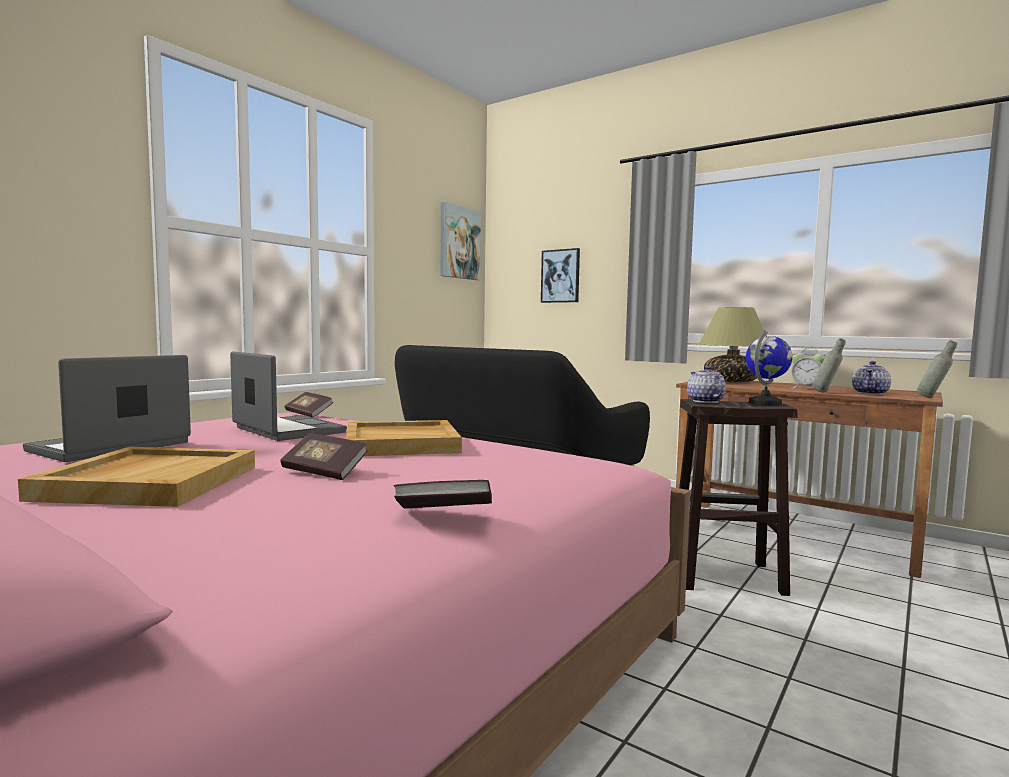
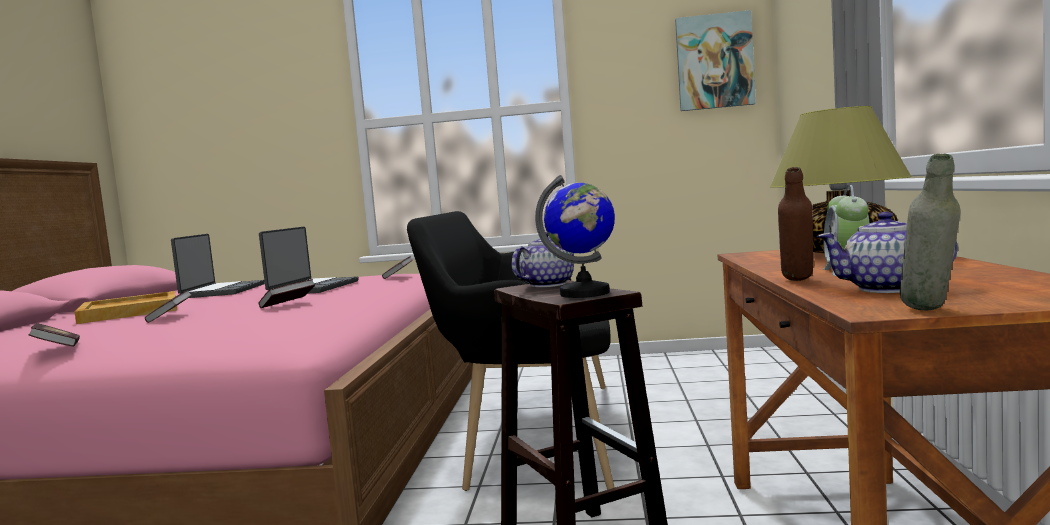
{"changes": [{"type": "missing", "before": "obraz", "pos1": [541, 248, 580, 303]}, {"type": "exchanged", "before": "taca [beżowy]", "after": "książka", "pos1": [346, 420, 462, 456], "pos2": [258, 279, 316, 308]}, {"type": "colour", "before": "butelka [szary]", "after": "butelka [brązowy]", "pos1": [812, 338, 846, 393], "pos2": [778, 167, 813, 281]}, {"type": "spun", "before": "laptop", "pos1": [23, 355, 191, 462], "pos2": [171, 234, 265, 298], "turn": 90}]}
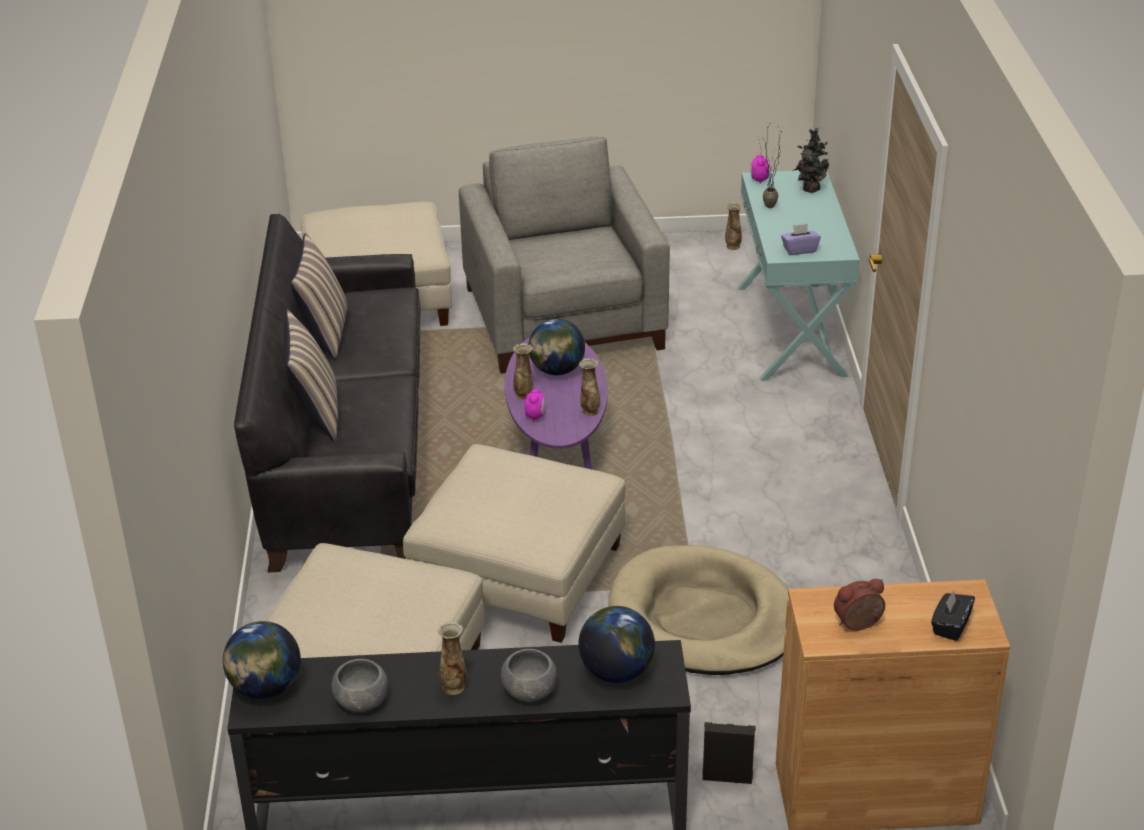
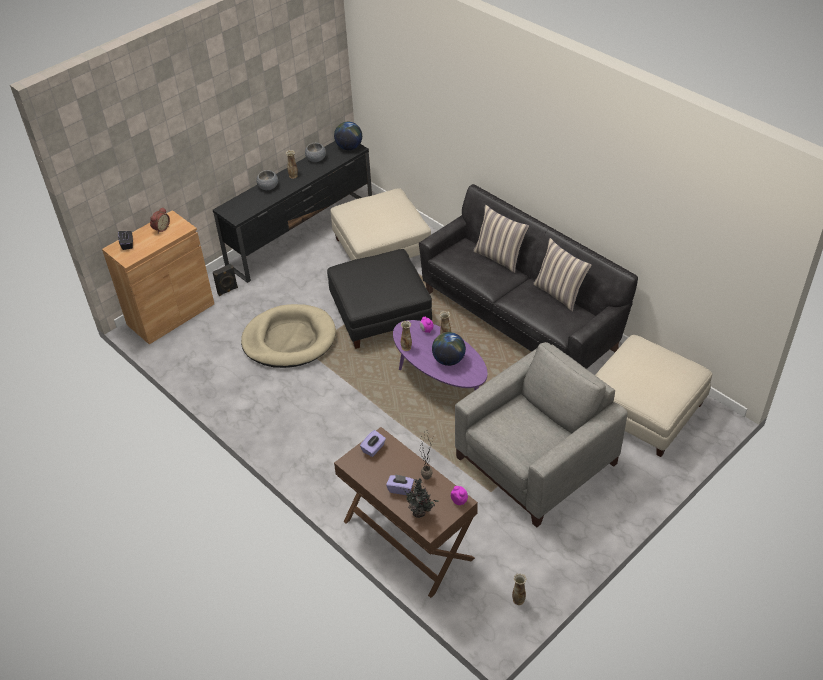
{"changes": [{"type": "missing", "before": "globus", "pos1": [578, 606, 655, 683]}, {"type": "appeared", "after": "pudełko chusteczek [fioletowy]", "pos2": [386, 474, 414, 495]}, {"type": "colour", "before": "pufa [beżowy]", "after": "pufa [czarny]", "pos1": [403, 444, 625, 643], "pos2": [327, 249, 432, 349]}, {"type": "colour", "before": "stolik konsolowy [turkusowy]", "after": "stolik konsolowy [brązowy]", "pos1": [737, 170, 860, 381], "pos2": [334, 427, 478, 598]}, {"type": "spun", "before": "fotel [szary]", "pos1": [459, 136, 670, 374], "pos2": [455, 342, 628, 528], "turn": -75}]}
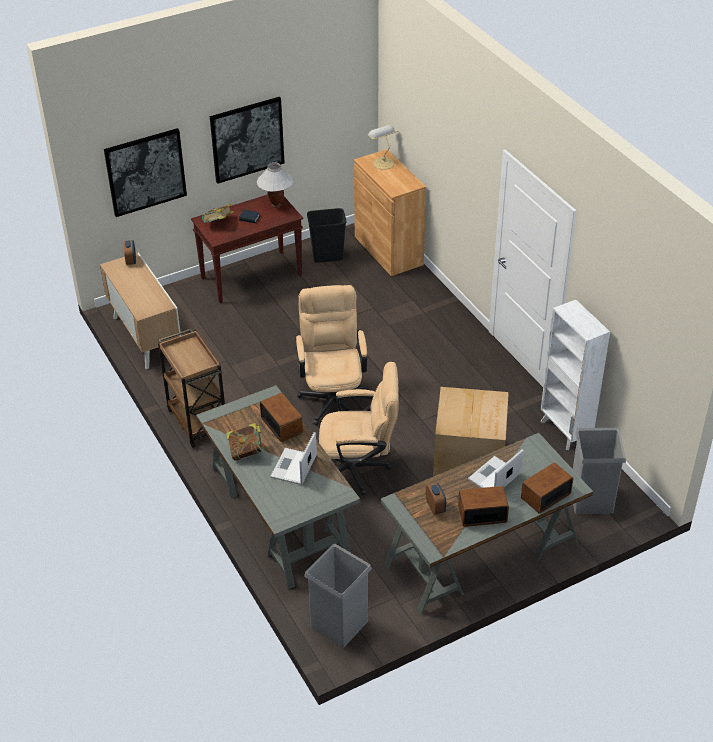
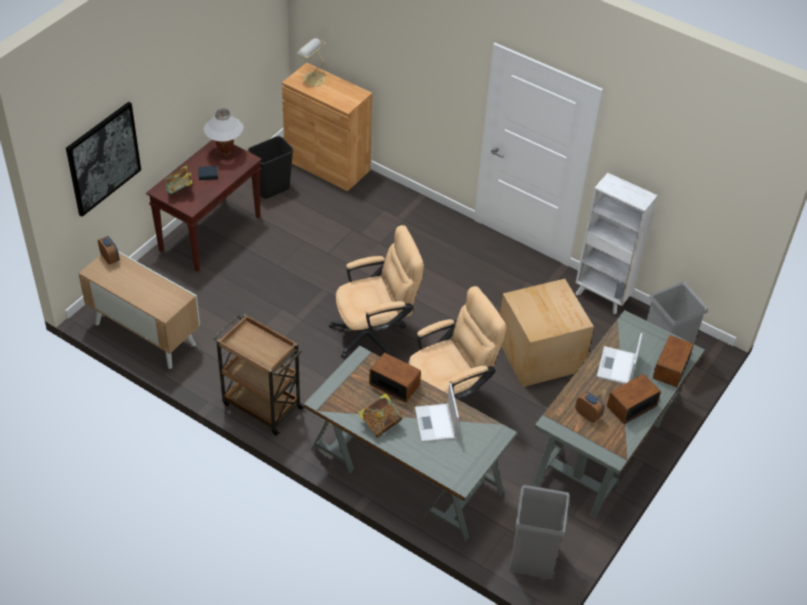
{"changes": [{"type": "missing", "before": "obraz", "pos1": [210, 97, 285, 184]}, {"type": "spun", "before": "krzesło biurowe [beżowy]", "pos1": [295, 285, 367, 426], "pos2": [329, 225, 424, 359], "turn": 105}]}
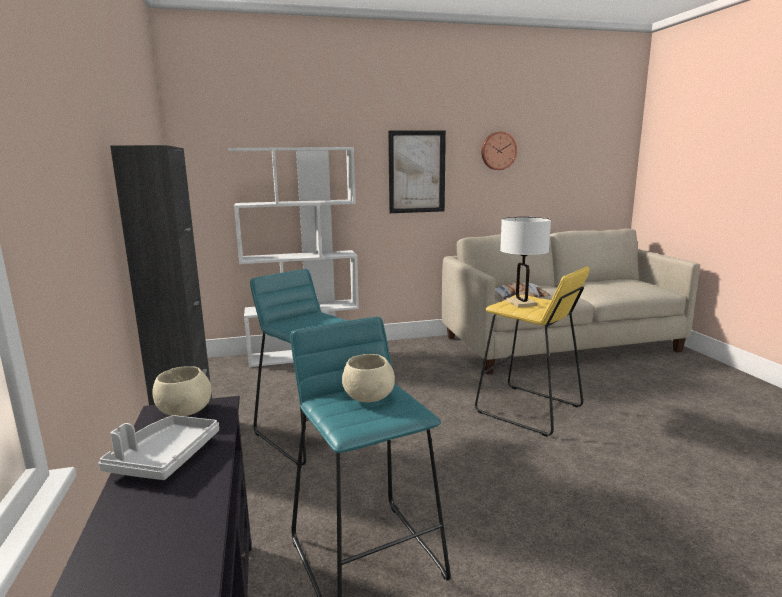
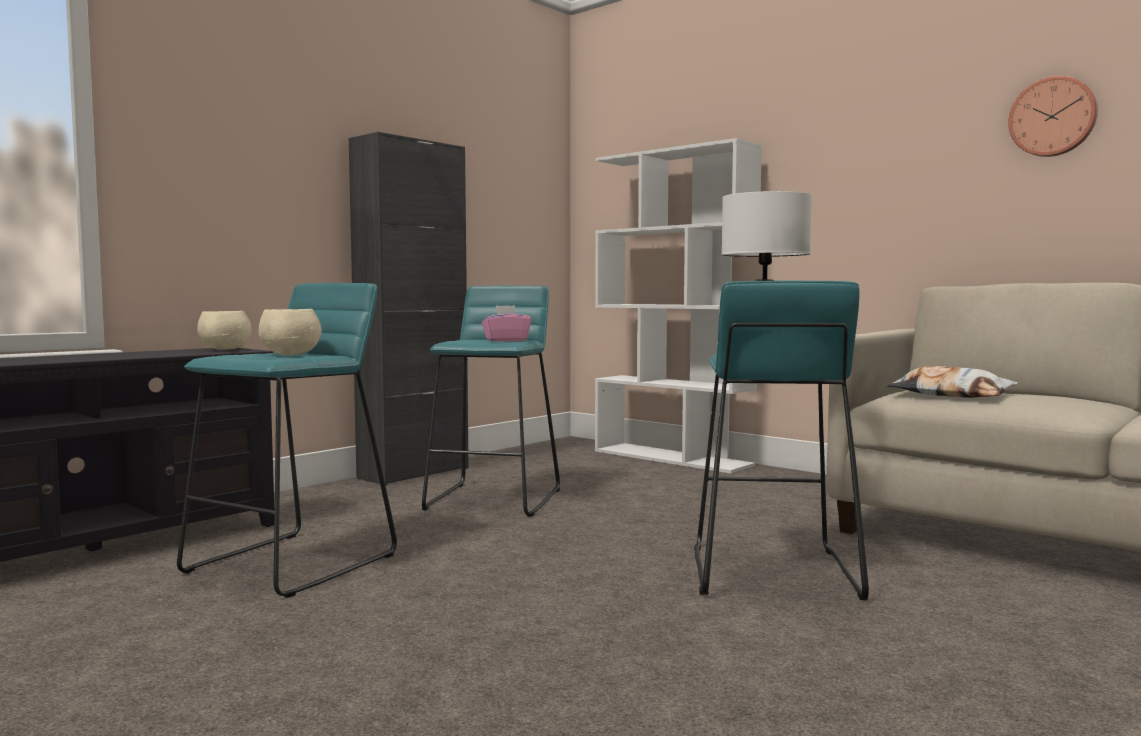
{"changes": [{"type": "missing", "before": "taca [szary]", "pos1": [98, 415, 219, 480]}, {"type": "missing", "before": "obraz", "pos1": [388, 130, 446, 213]}, {"type": "appeared", "after": "pudełko chusteczek [różowy]", "pos2": [482, 305, 532, 342]}, {"type": "colour", "before": "stołek [żółty]", "after": "stołek [turkusowy]", "pos1": [475, 267, 590, 437], "pos2": [694, 280, 869, 600]}]}
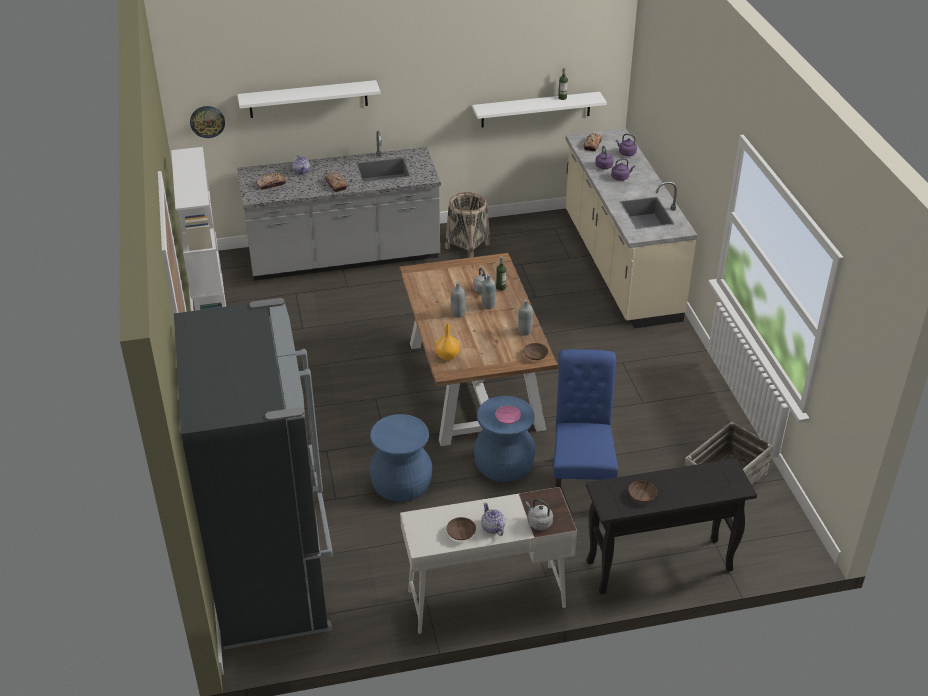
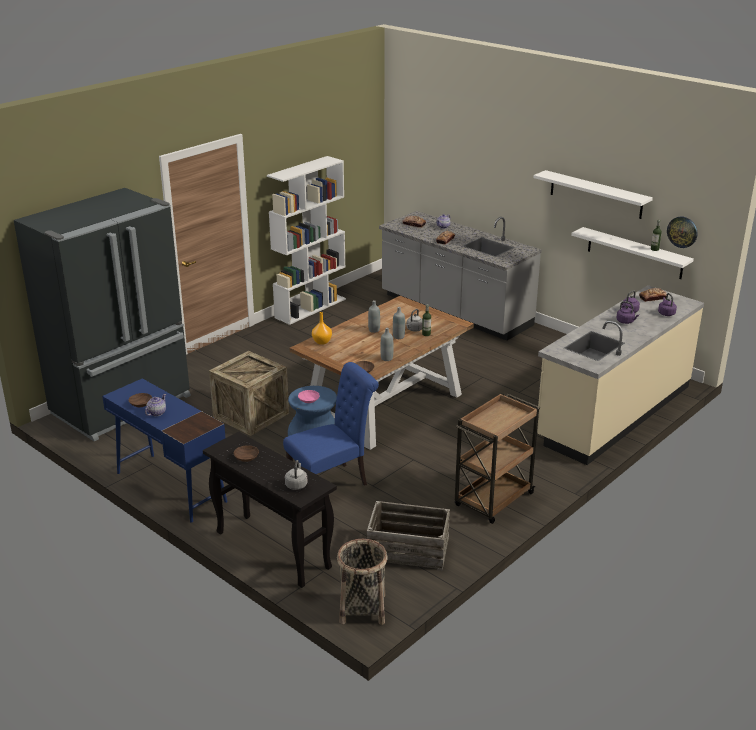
{"changes": [{"type": "appeared", "after": "wózek [brązowy]", "pos2": [455, 393, 540, 524]}, {"type": "relocated", "before": "zegar ścienny", "pos1": [190, 106, 225, 138], "pos2": [667, 217, 697, 248]}, {"type": "relocated", "before": "półka [biały]", "pos1": [237, 80, 380, 118], "pos2": [533, 170, 653, 219]}, {"type": "relocated", "before": "koszyk", "pos1": [445, 192, 490, 258], "pos2": [337, 539, 388, 625]}, {"type": "relocated", "before": "czajnik [szary]", "pos1": [525, 499, 553, 530], "pos2": [285, 460, 308, 490]}, {"type": "exchanged", "before": "stołek [niebieski]", "after": "skrzynka", "pos1": [370, 414, 432, 502], "pos2": [209, 351, 289, 436]}, {"type": "colour", "before": "biurko [biały]", "after": "biurko [niebieski]", "pos1": [400, 487, 577, 634], "pos2": [102, 378, 227, 522]}]}
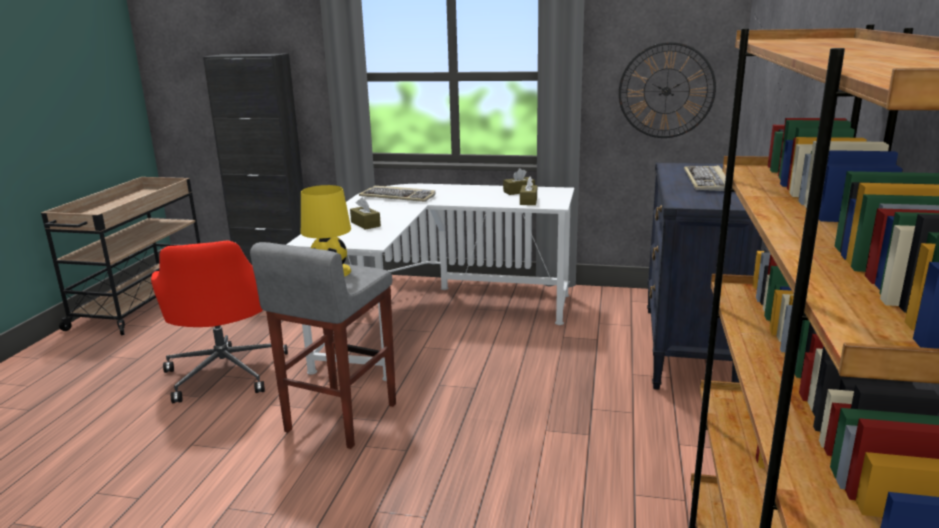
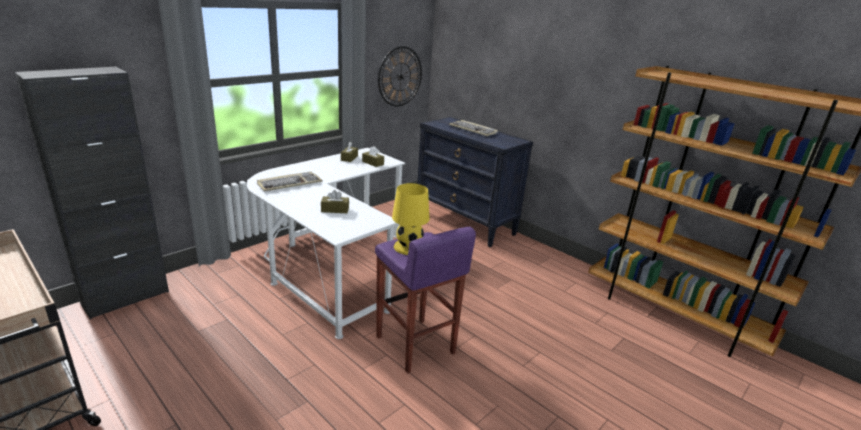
{"changes": [{"type": "missing", "before": "krzesło biurowe [czerwony]", "pos1": [151, 240, 288, 403]}, {"type": "colour", "before": "stołek [szary]", "after": "stołek [fioletowy]", "pos1": [250, 242, 396, 449], "pos2": [375, 227, 476, 373]}]}
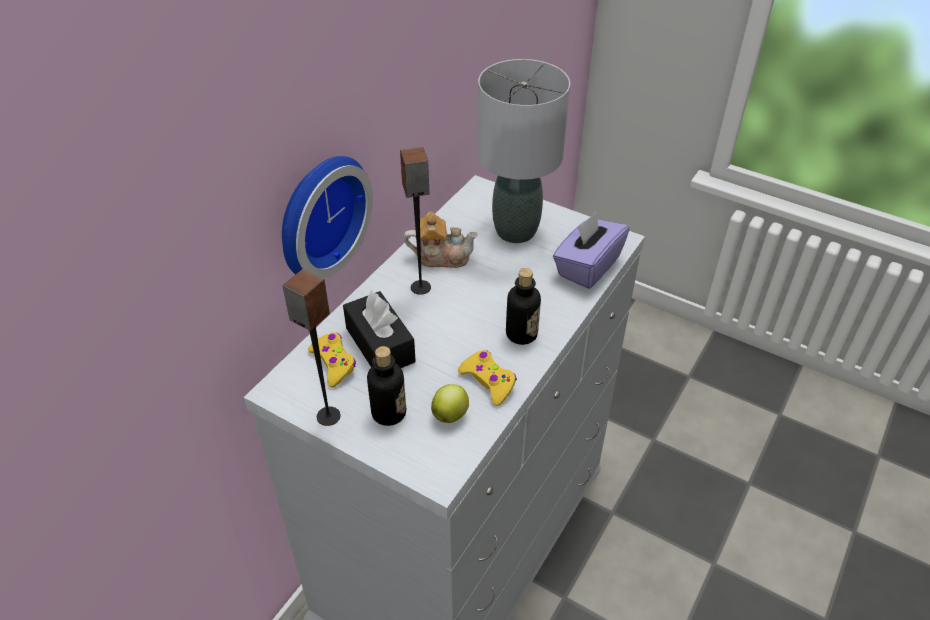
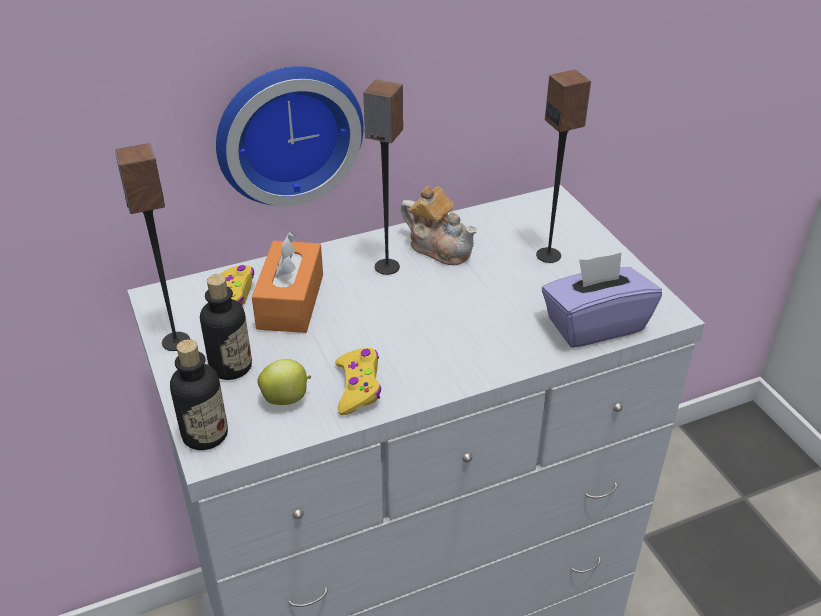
{"changes": [{"type": "relocated", "before": "butelka", "pos1": [506, 268, 541, 345], "pos2": [170, 339, 228, 450]}, {"type": "exchanged", "before": "lampa stołowa [szary]", "after": "głośnik", "pos1": [477, 59, 570, 243], "pos2": [536, 70, 591, 263]}, {"type": "colour", "before": "pudełko chusteczek [czarny]", "after": "pudełko chusteczek [pomarańczowy]", "pos1": [343, 291, 416, 368], "pos2": [252, 231, 323, 333]}]}
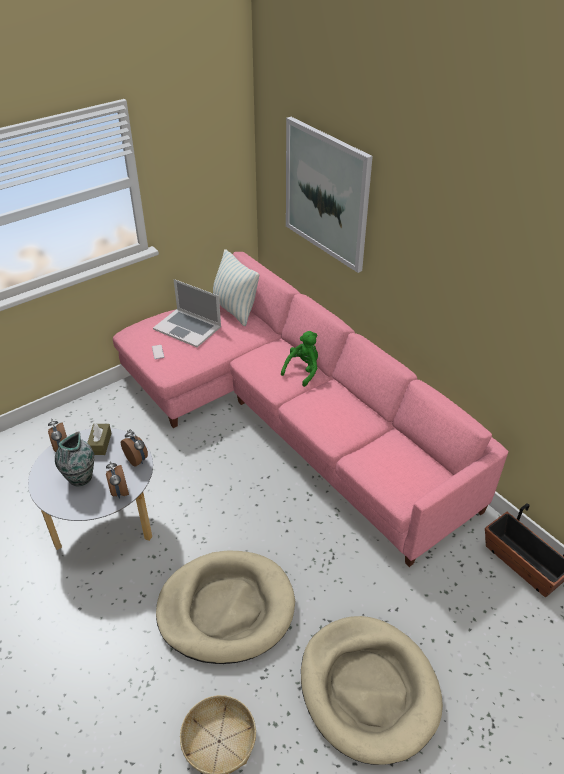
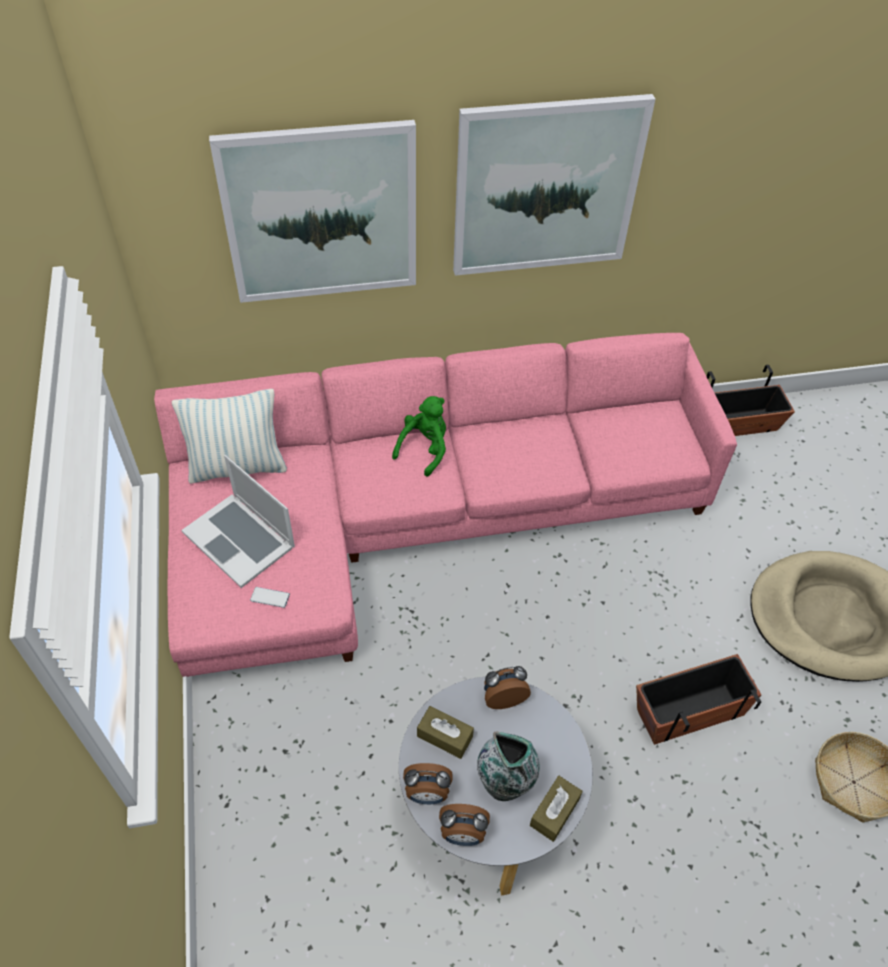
{"changes": [{"type": "appeared", "after": "obraz", "pos2": [453, 94, 656, 276]}, {"type": "appeared", "after": "pudełko chusteczek [brązowy]", "pos2": [530, 776, 583, 842]}, {"type": "relocated", "before": "budzik", "pos1": [106, 461, 129, 499], "pos2": [439, 804, 490, 846]}, {"type": "exchanged", "before": "legowisko [beżowy]", "after": "donica", "pos1": [156, 550, 295, 664], "pos2": [636, 654, 761, 745]}, {"type": "spun", "before": "laptop", "pos1": [153, 279, 221, 348], "pos2": [181, 455, 295, 588], "turn": 75}, {"type": "spun", "before": "pluszak [zielony]", "pos1": [281, 331, 318, 387], "pos2": [392, 396, 446, 477], "turn": 60}]}
